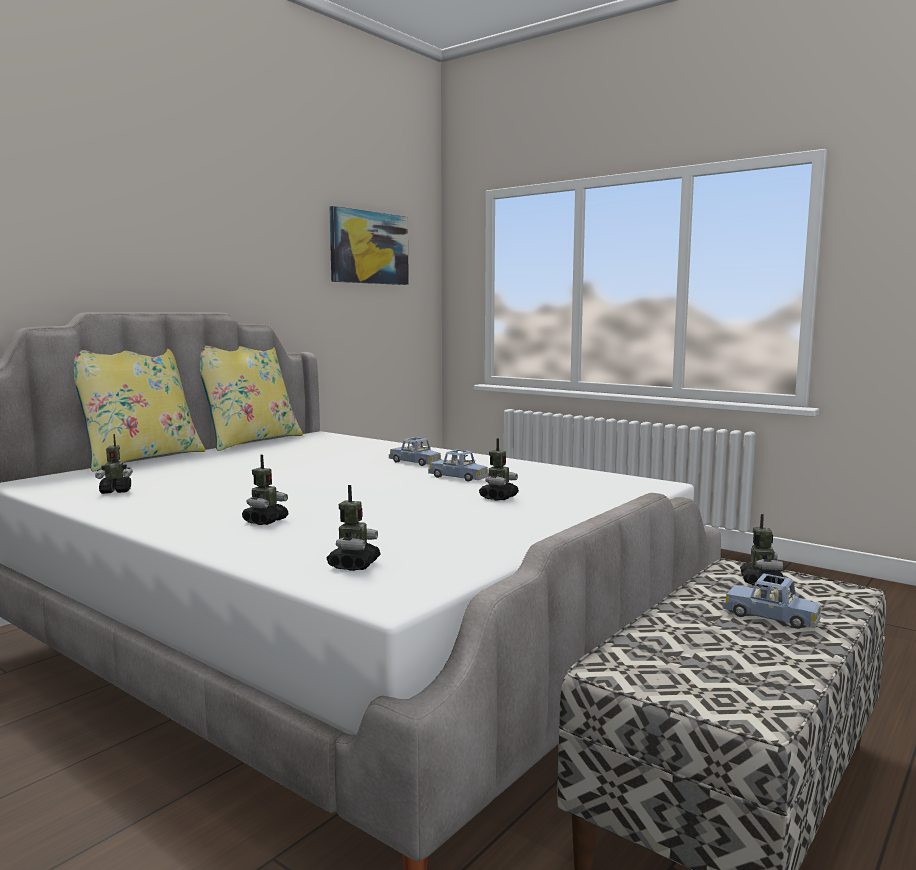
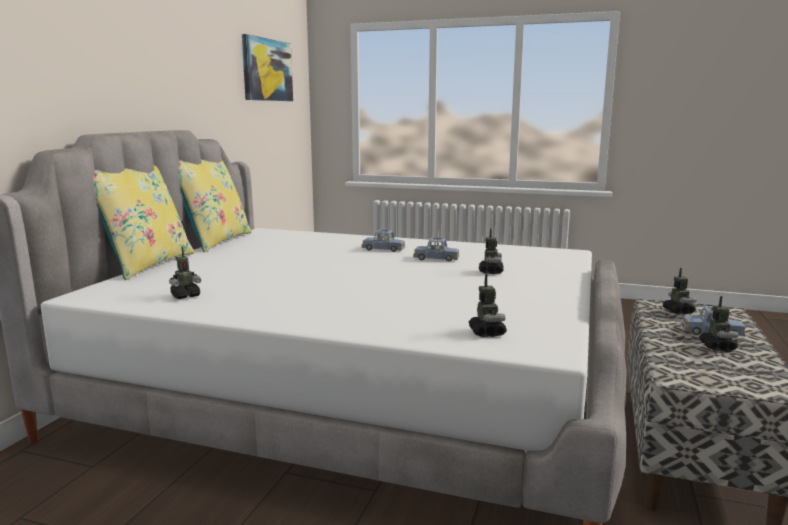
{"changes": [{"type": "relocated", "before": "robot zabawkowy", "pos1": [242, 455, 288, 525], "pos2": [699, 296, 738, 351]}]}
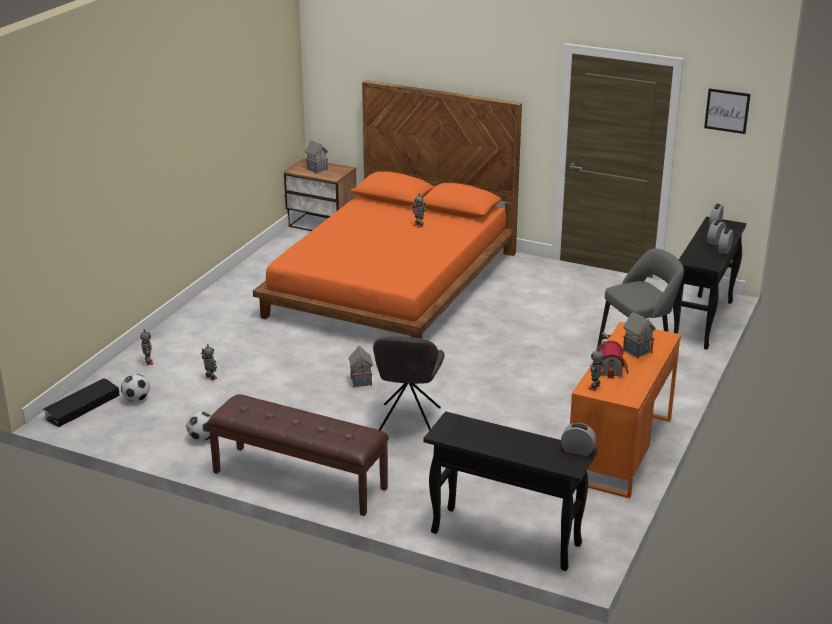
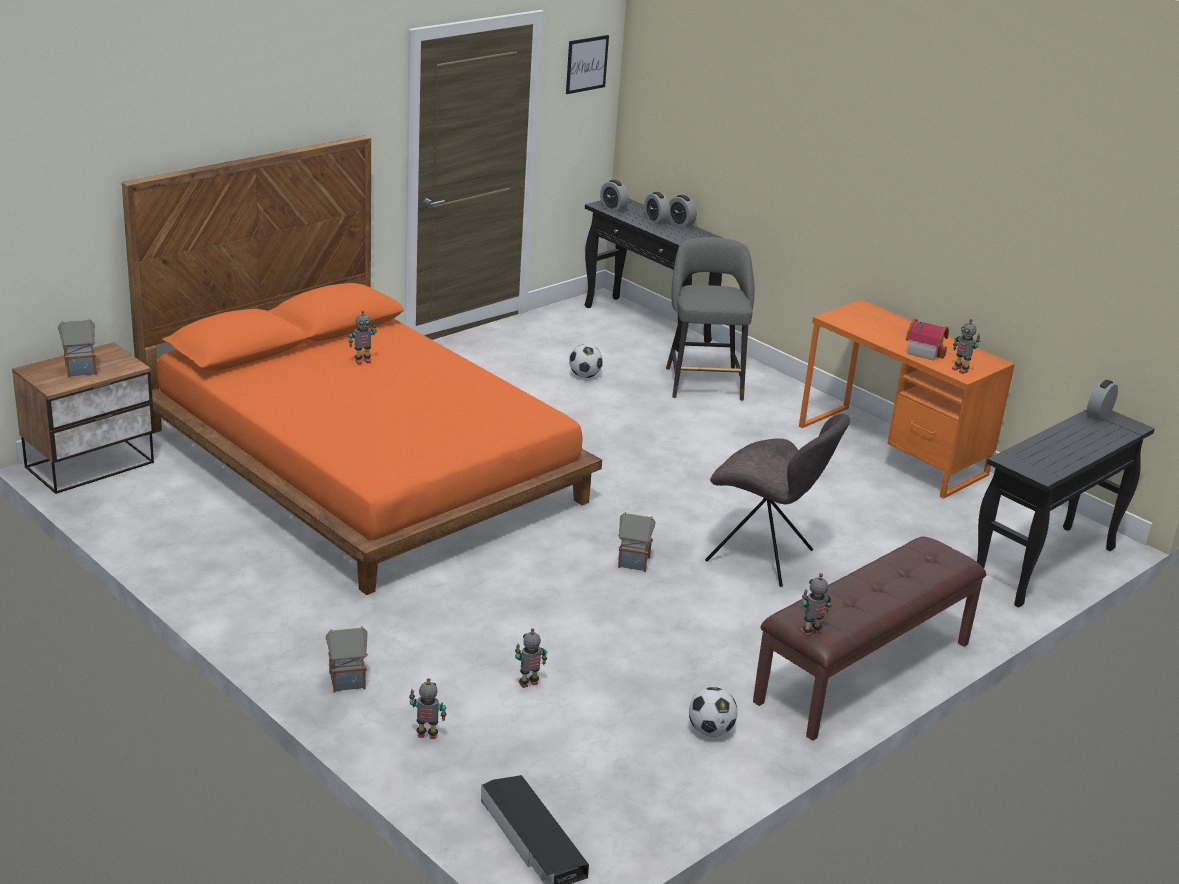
{"changes": [{"type": "appeared", "after": "robot zabawkowy", "pos2": [800, 573, 832, 637]}, {"type": "relocated", "before": "piłka futbolowa", "pos1": [121, 374, 150, 402], "pos2": [569, 344, 603, 378]}, {"type": "relocated", "before": "domek", "pos1": [623, 312, 656, 359], "pos2": [326, 626, 368, 693]}]}
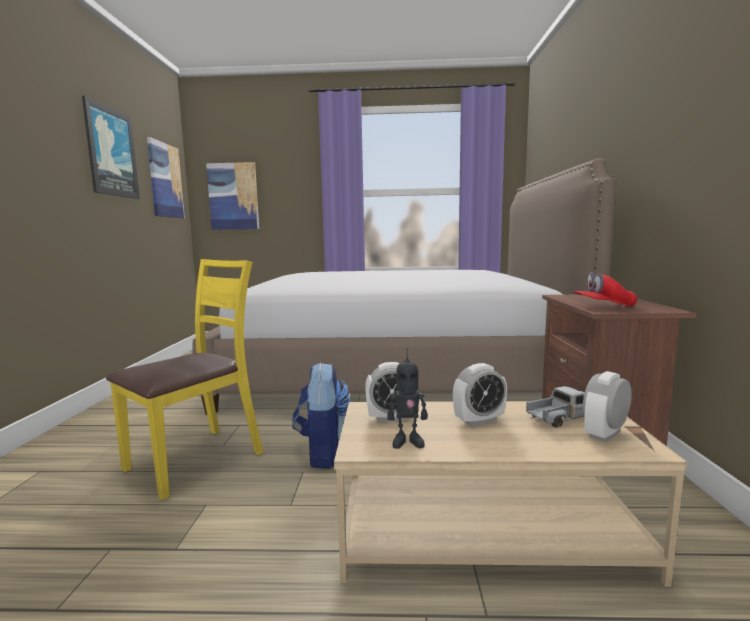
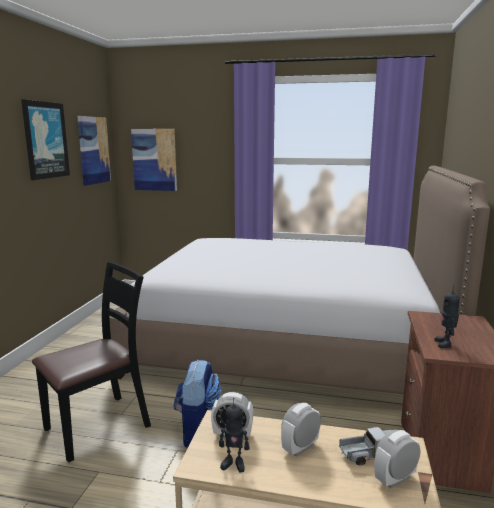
{"changes": [{"type": "exchanged", "before": "czapka z daszkiem [czerwony]", "after": "robot zabawkowy", "pos1": [574, 272, 637, 307], "pos2": [434, 285, 460, 348]}, {"type": "colour", "before": "krzesło [żółty]", "after": "krzesło [czarny]", "pos1": [106, 259, 264, 500], "pos2": [32, 262, 151, 463]}, {"type": "spun", "before": "budzik", "pos1": [453, 363, 507, 427], "pos2": [281, 403, 321, 457], "turn": 150}]}
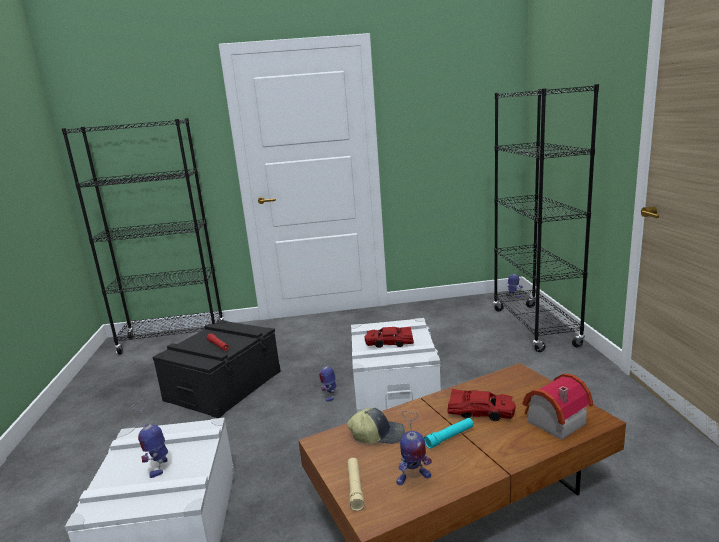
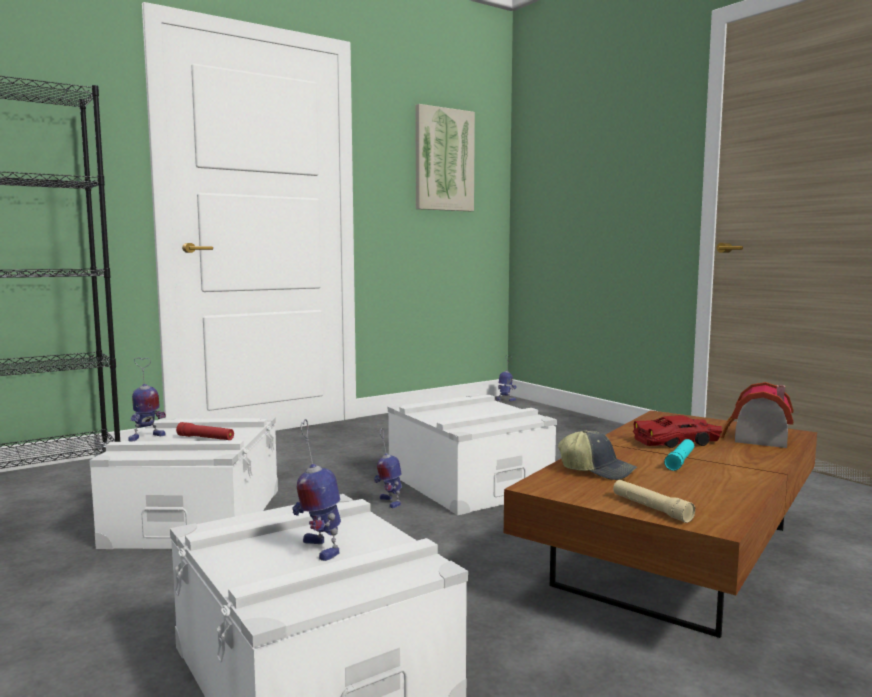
{"changes": [{"type": "missing", "before": "samochodzik [czerwony]", "pos1": [364, 327, 414, 348]}, {"type": "missing", "before": "regał [czarny]", "pos1": [493, 84, 599, 352]}, {"type": "appeared", "after": "obraz", "pos2": [415, 104, 475, 211]}, {"type": "relocated", "before": "robot zabawkowy", "pos1": [396, 411, 432, 485], "pos2": [128, 358, 166, 441]}, {"type": "colour", "before": "pojemnik do przechowywania [czarny]", "after": "pojemnik do przechowywania [biały]", "pos1": [153, 320, 281, 418], "pos2": [89, 417, 278, 549]}, {"type": "spun", "before": "czapka z daszkiem", "pos1": [347, 407, 405, 444], "pos2": [558, 430, 637, 480], "turn": 60}]}
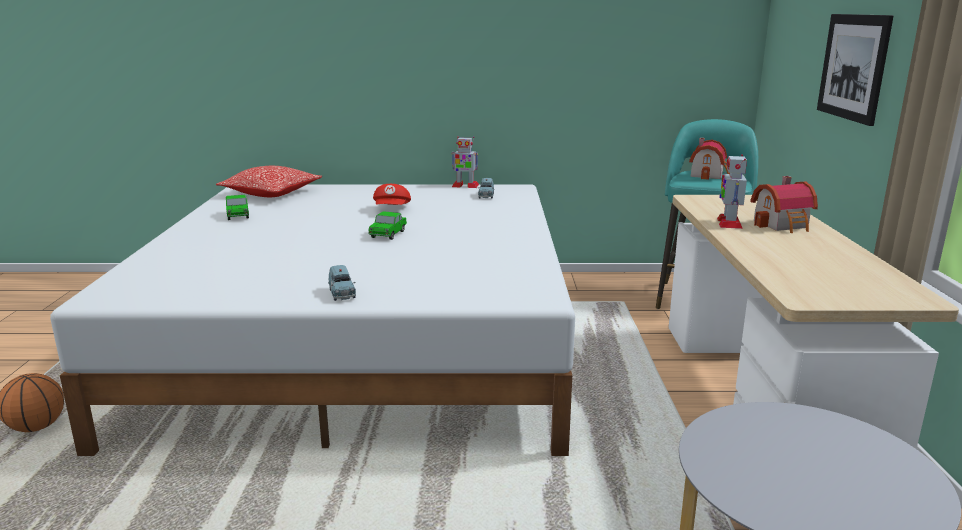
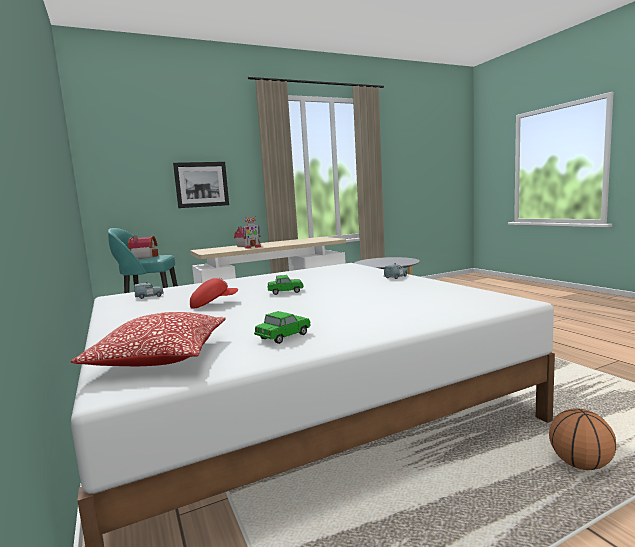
{"changes": [{"type": "missing", "before": "robot zabawkowy", "pos1": [452, 137, 479, 188]}]}
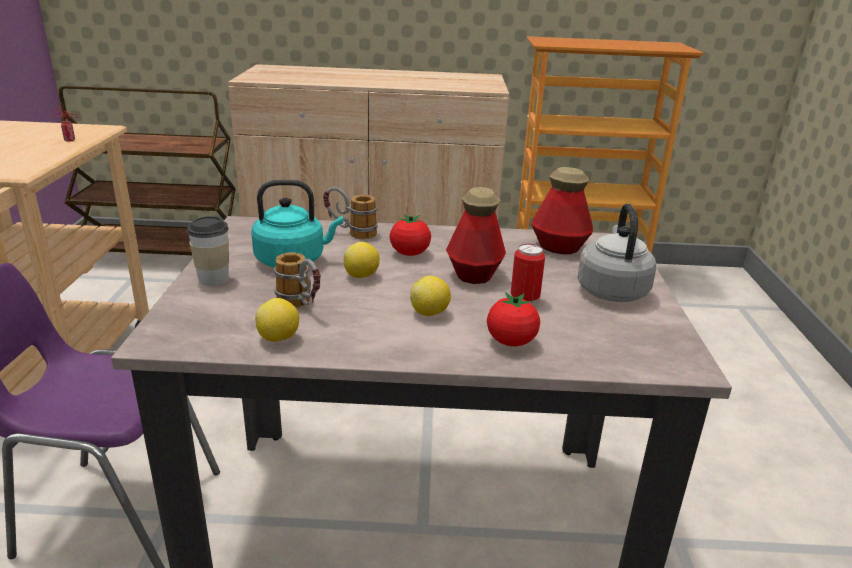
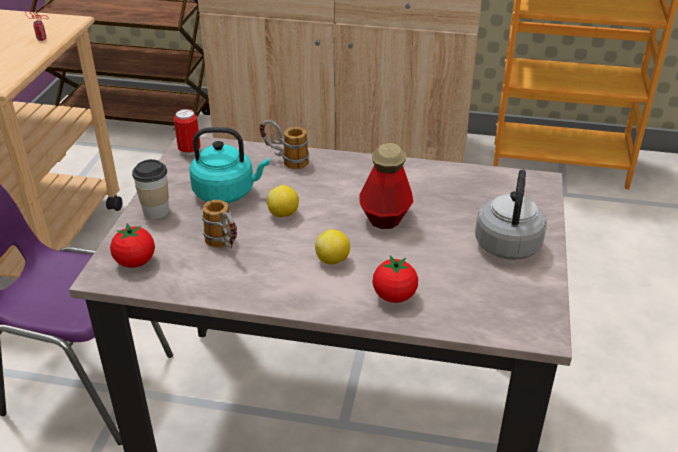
{"changes": [{"type": "missing", "before": "cytryna", "pos1": [255, 298, 299, 342]}, {"type": "missing", "before": "butelka", "pos1": [531, 167, 593, 254]}, {"type": "relocated", "before": "pomidor", "pos1": [390, 214, 431, 256], "pos2": [110, 224, 155, 268]}, {"type": "relocated", "before": "puszka", "pos1": [511, 244, 545, 305], "pos2": [174, 109, 201, 155]}]}
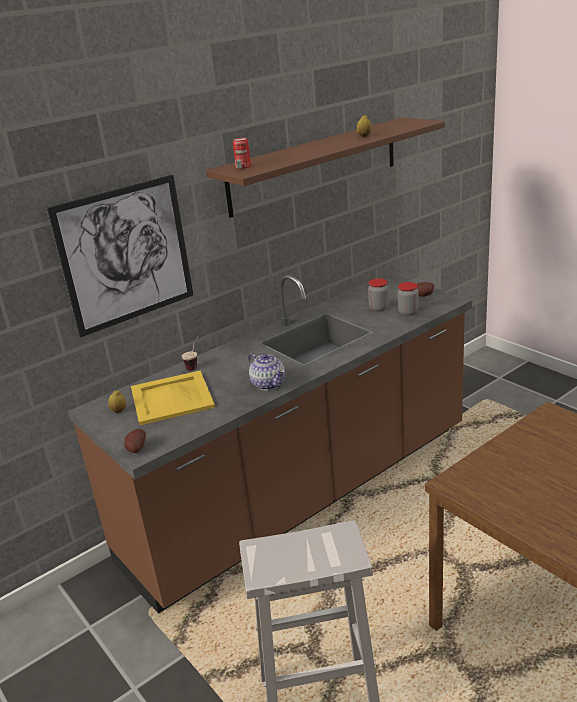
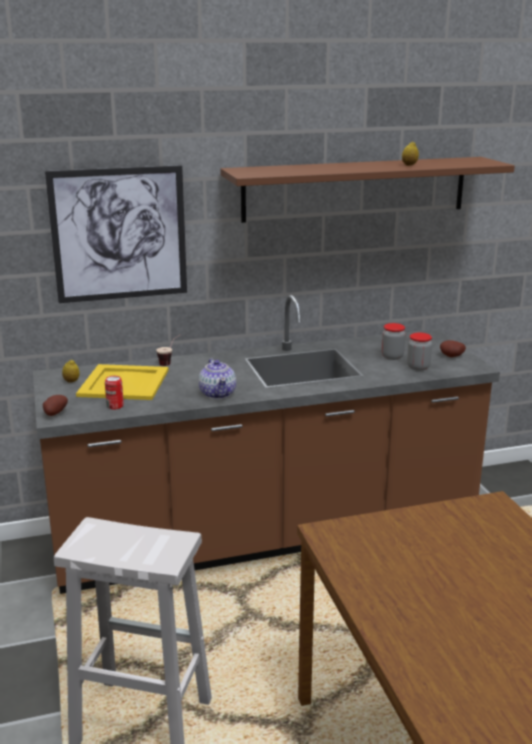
{"changes": [{"type": "relocated", "before": "puszka", "pos1": [233, 138, 251, 169], "pos2": [105, 376, 124, 409]}]}
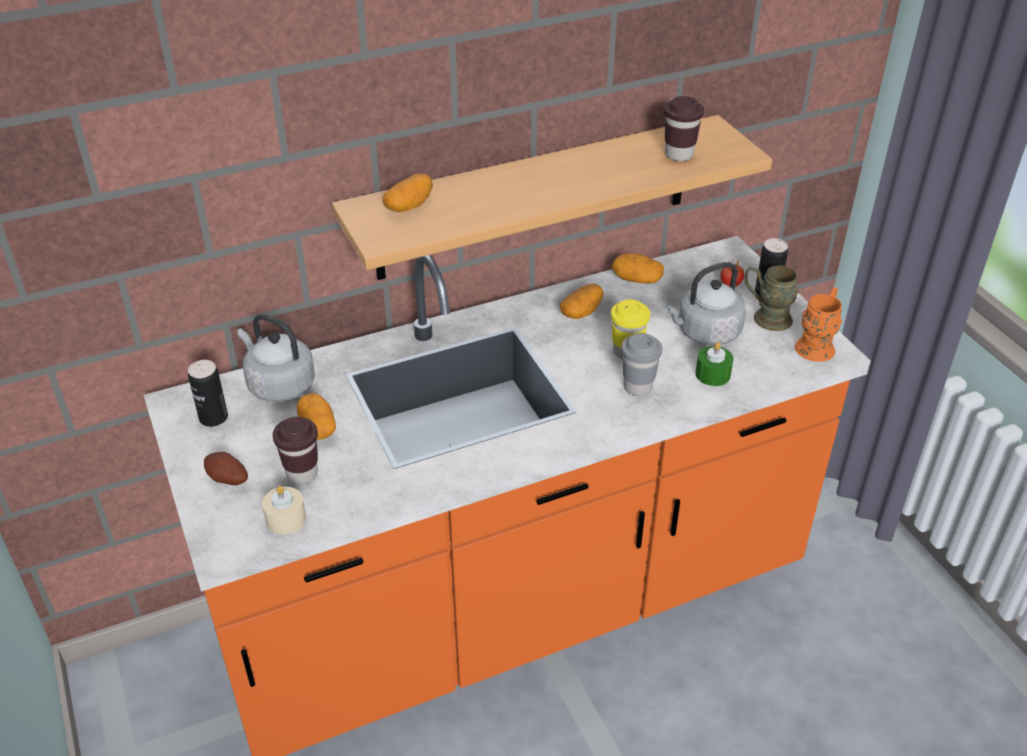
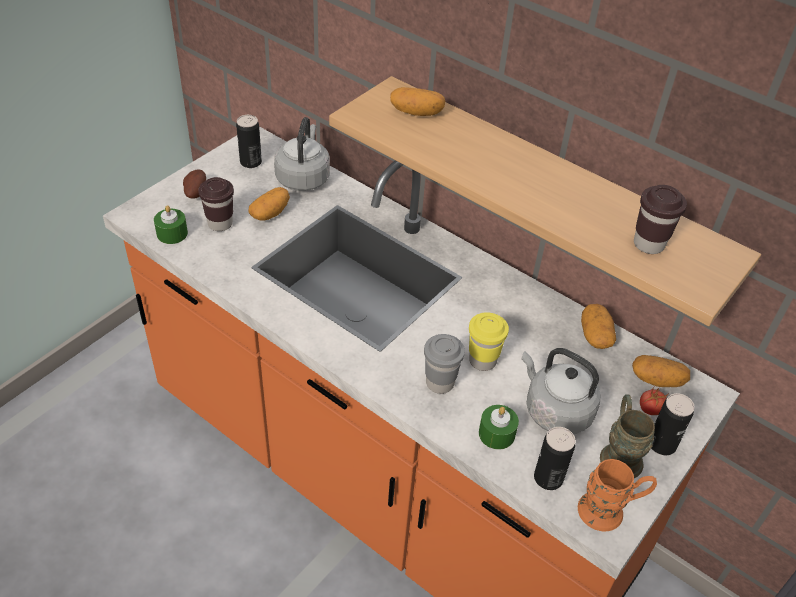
{"changes": [{"type": "appeared", "after": "puszka", "pos2": [534, 427, 575, 490]}, {"type": "relocated", "before": "ziemniak", "pos1": [560, 283, 603, 319], "pos2": [632, 355, 690, 387]}, {"type": "colour", "before": "świeca [beżowy]", "after": "świeca [zielony]", "pos1": [262, 486, 306, 535], "pos2": [154, 205, 188, 244]}]}
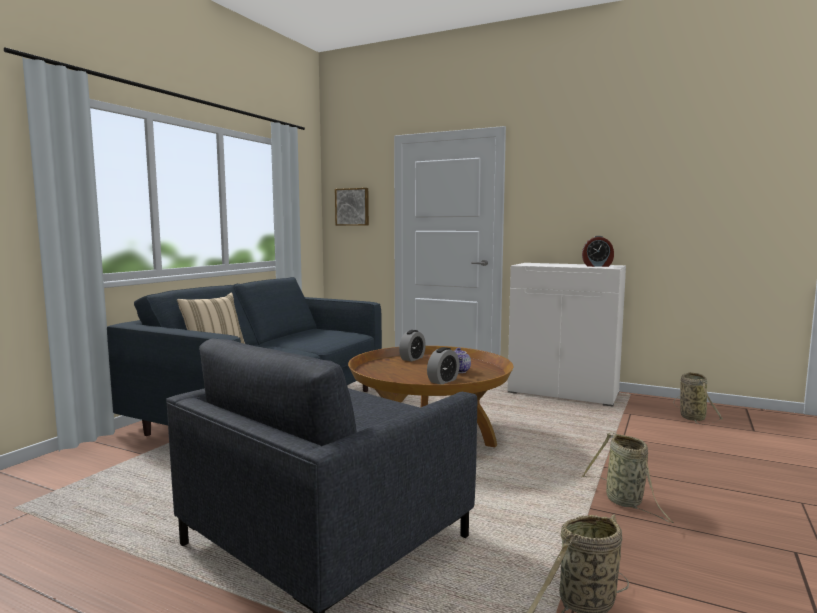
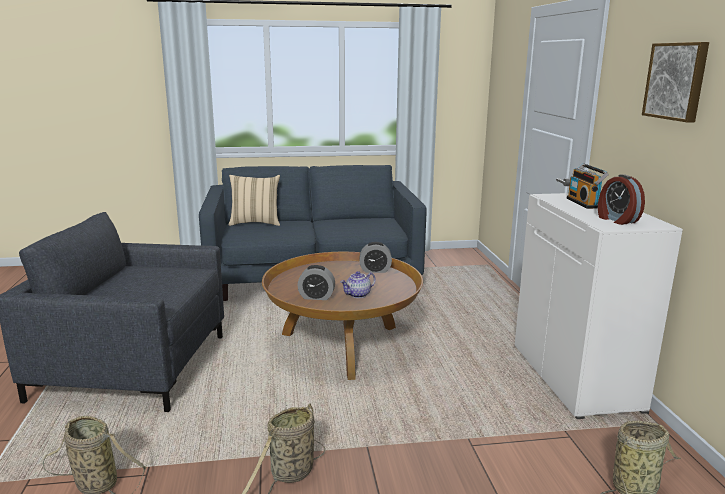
{"changes": [{"type": "appeared", "after": "radio", "pos2": [567, 163, 609, 209]}, {"type": "relocated", "before": "obraz", "pos1": [335, 188, 369, 226], "pos2": [642, 42, 709, 122]}]}
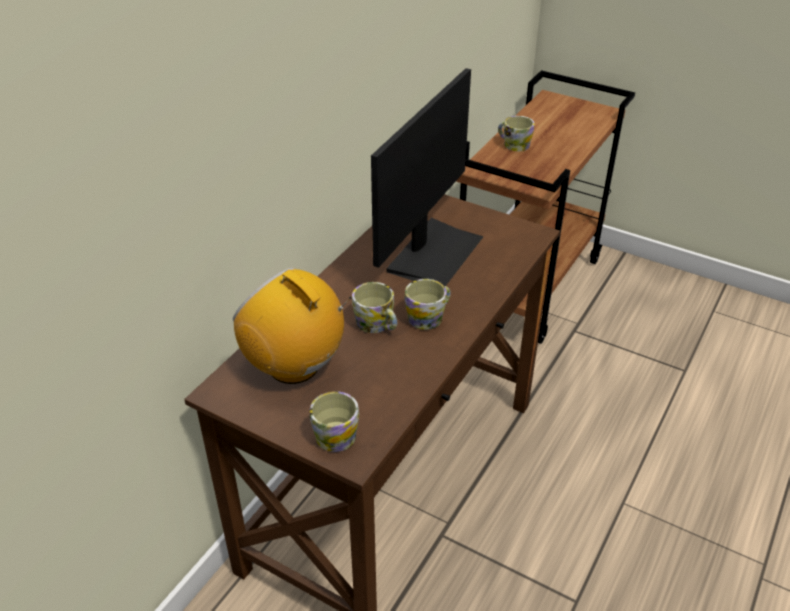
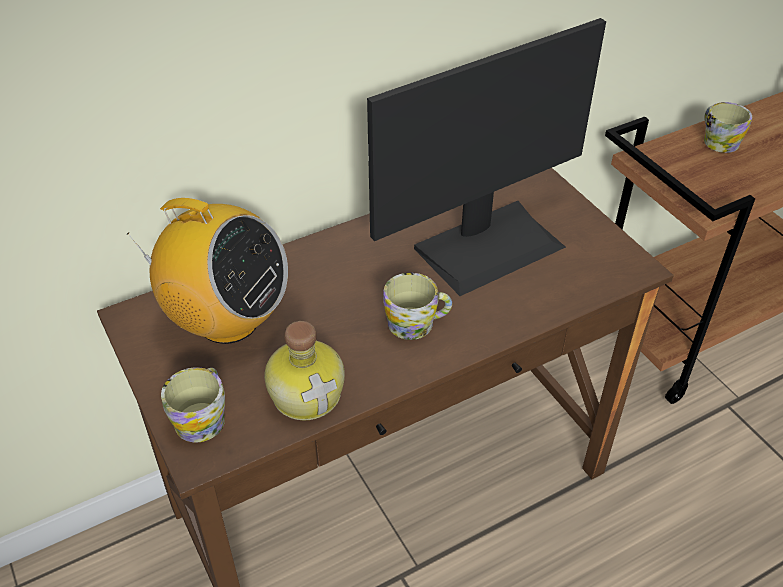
{"changes": [{"type": "missing", "before": "kubek", "pos1": [352, 282, 397, 333]}, {"type": "appeared", "after": "butelka", "pos2": [264, 321, 345, 420]}, {"type": "spun", "before": "radio", "pos1": [233, 268, 352, 384], "pos2": [126, 198, 288, 344], "turn": 135}]}
